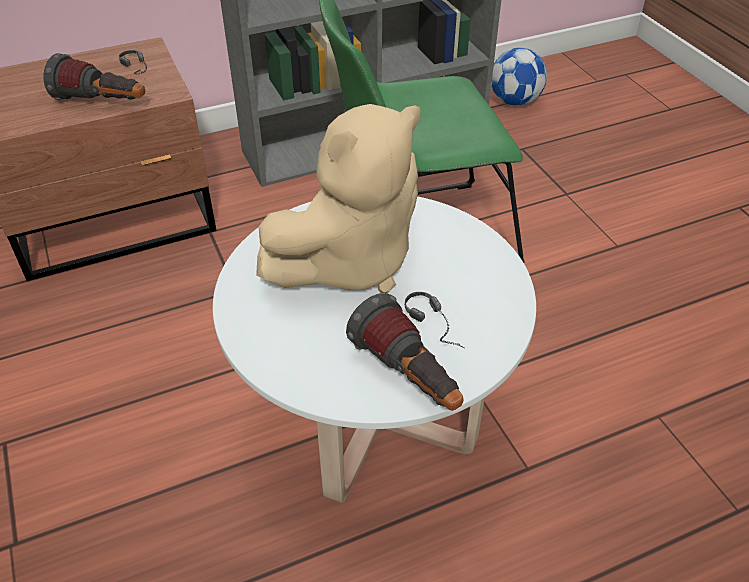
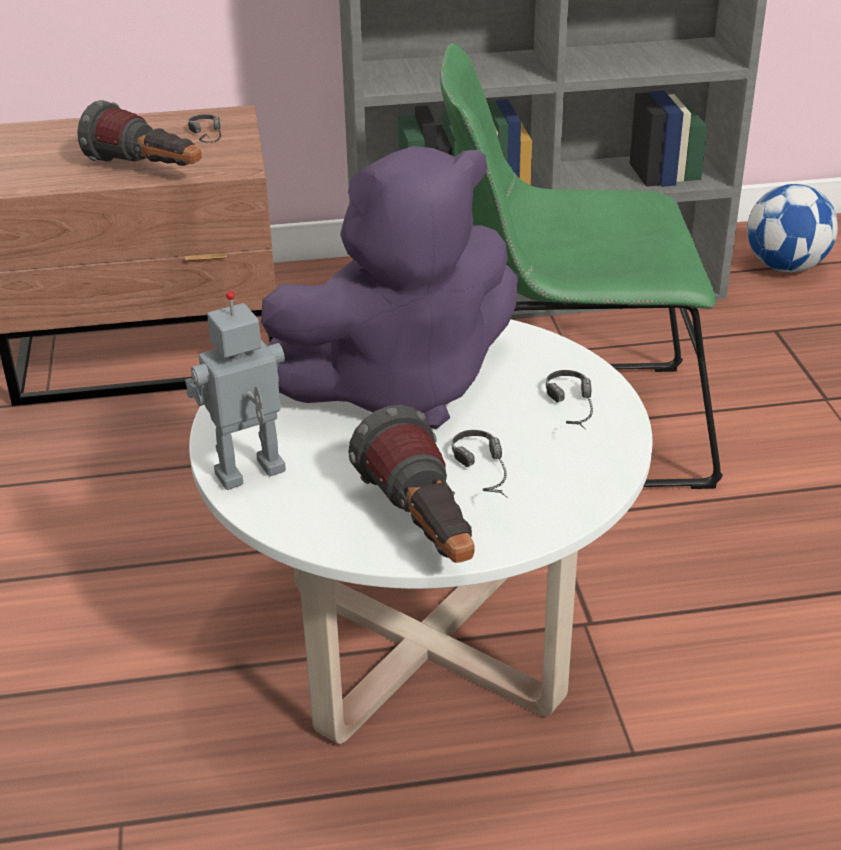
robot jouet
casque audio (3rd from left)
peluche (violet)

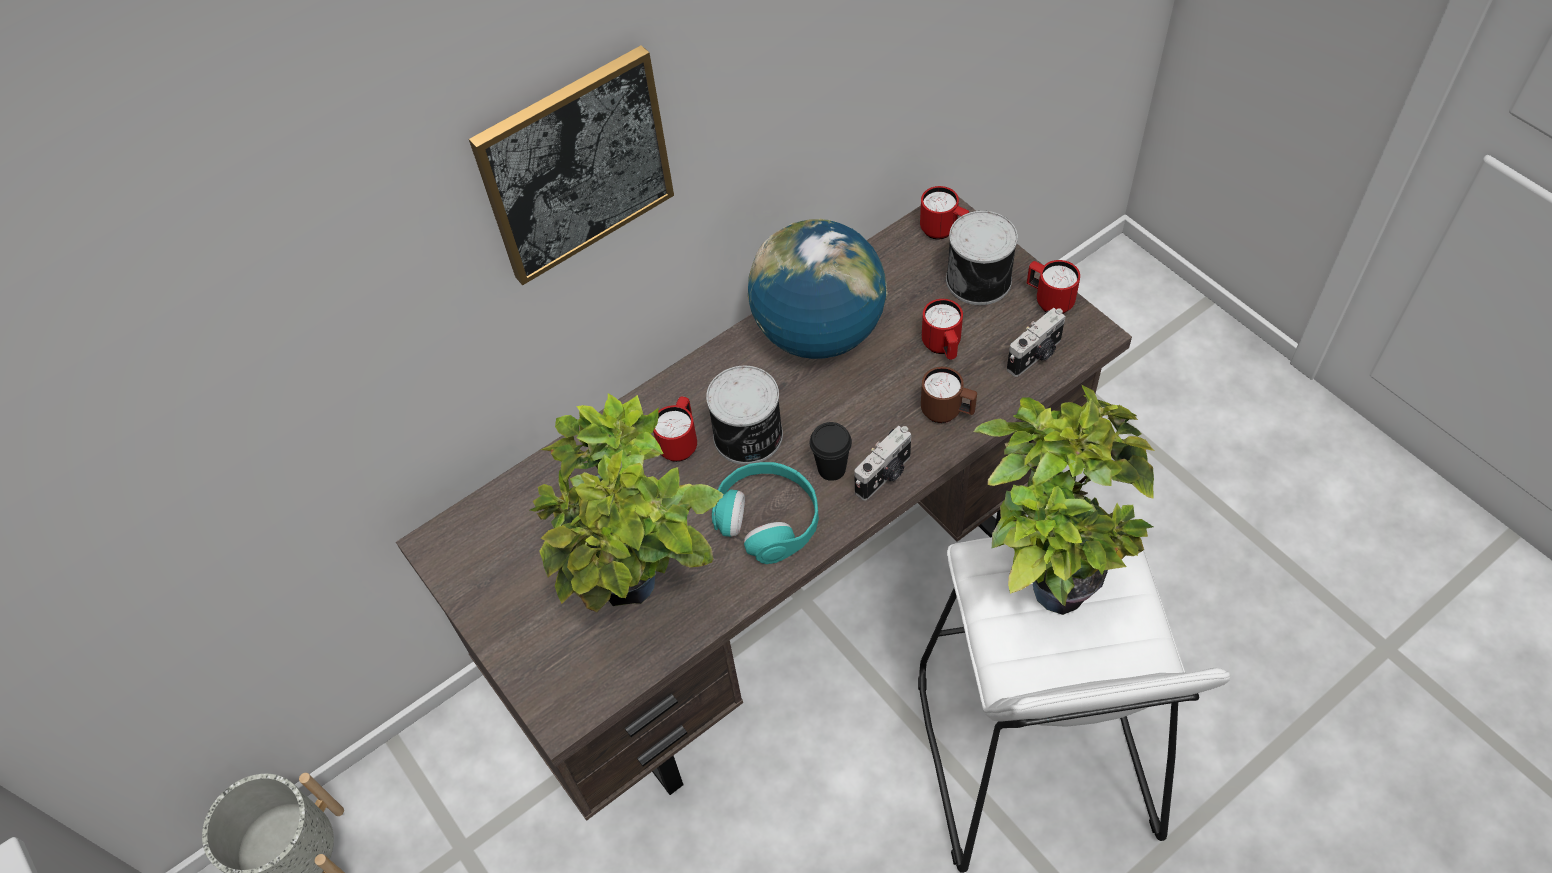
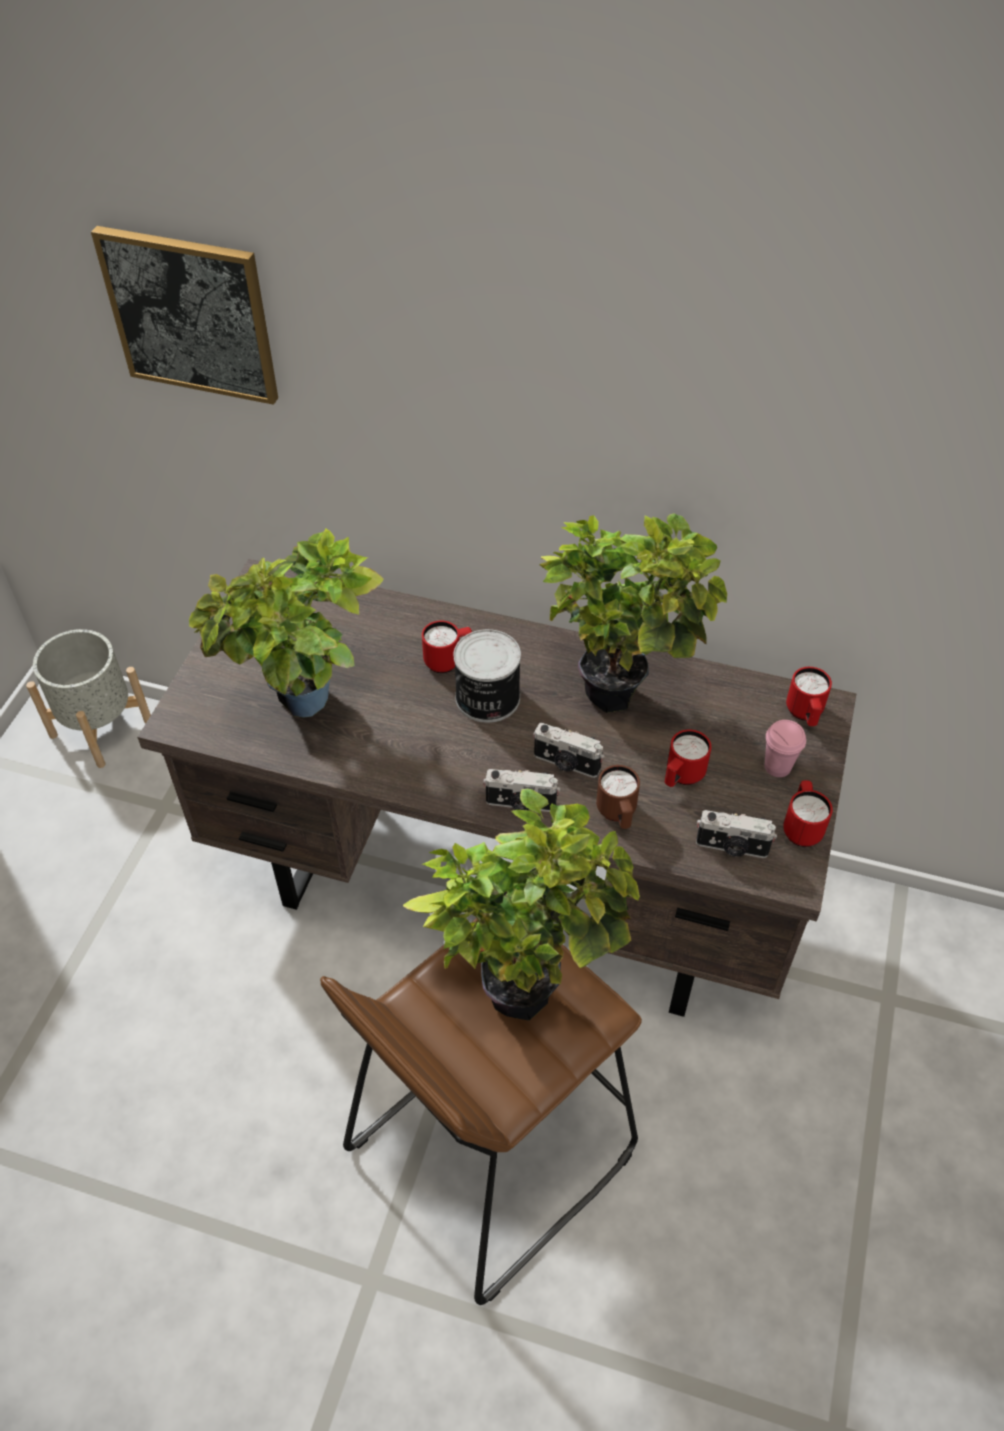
casque audio (turquoise)
tasse (noir)
appareil photo (2nd from left)
tableau
plante en pot (3rd from left)
tasse (rose)
tabouret (marron)

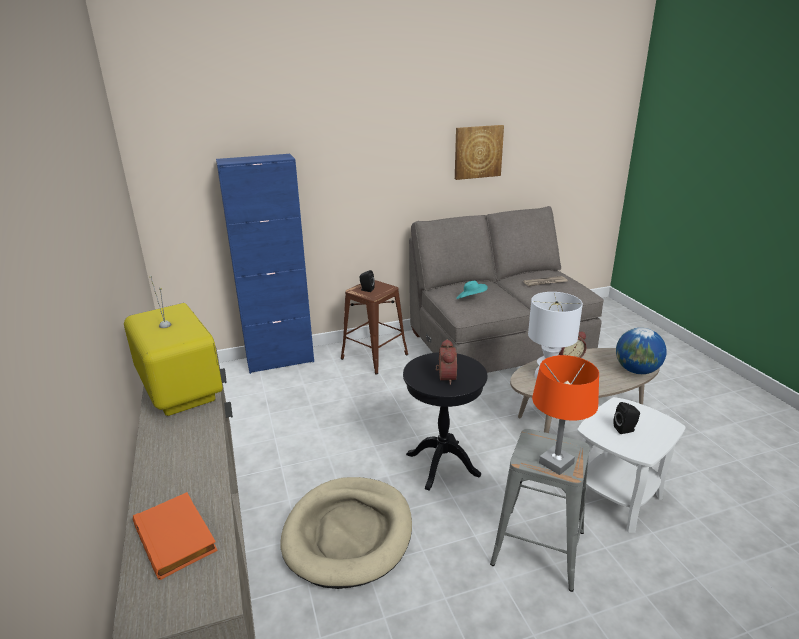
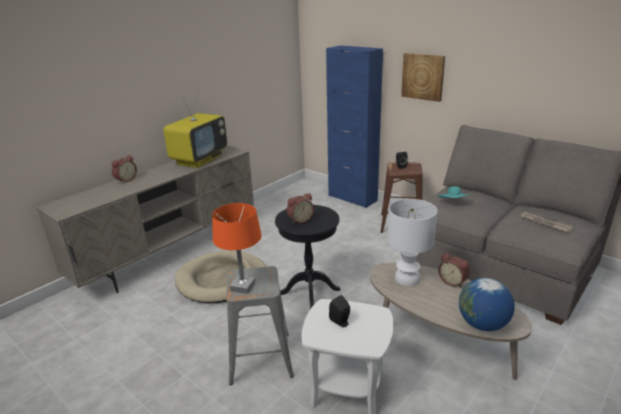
livre (orange)
réveil (1st from left)
tableau

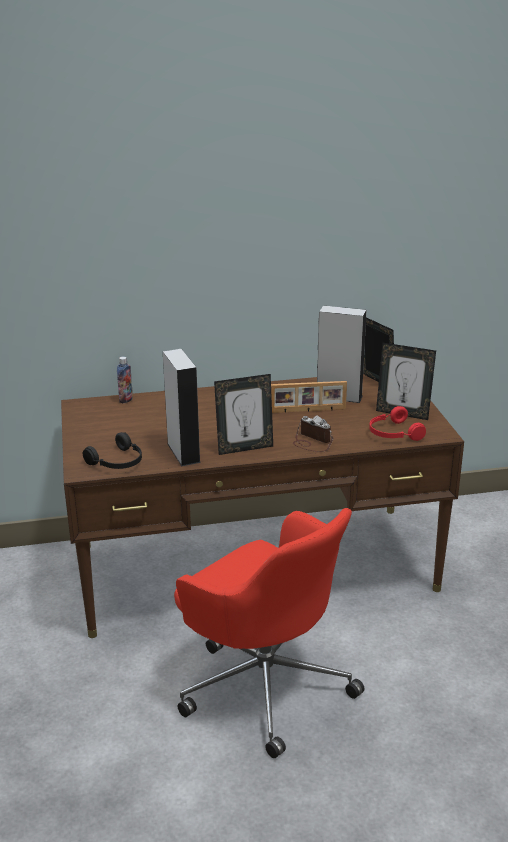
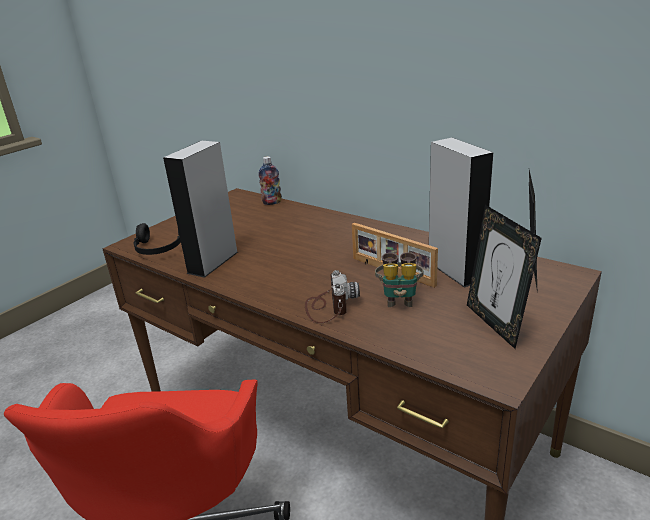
cadre photo (1st from left in the first image)
casque audio (rouge)
jumelles

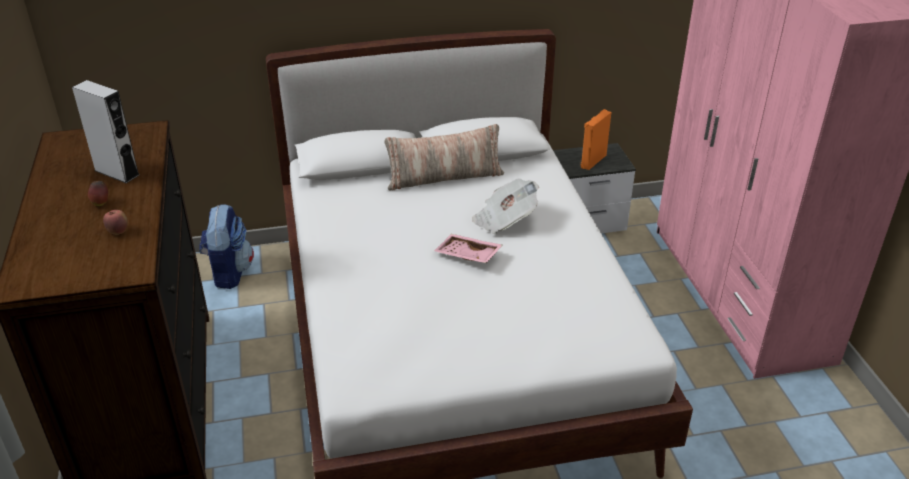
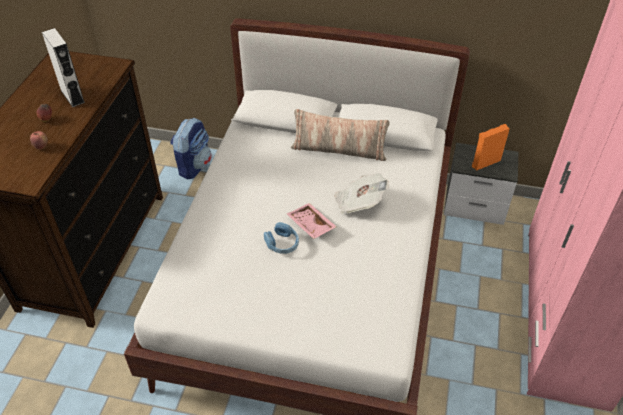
casque audio (bleu)

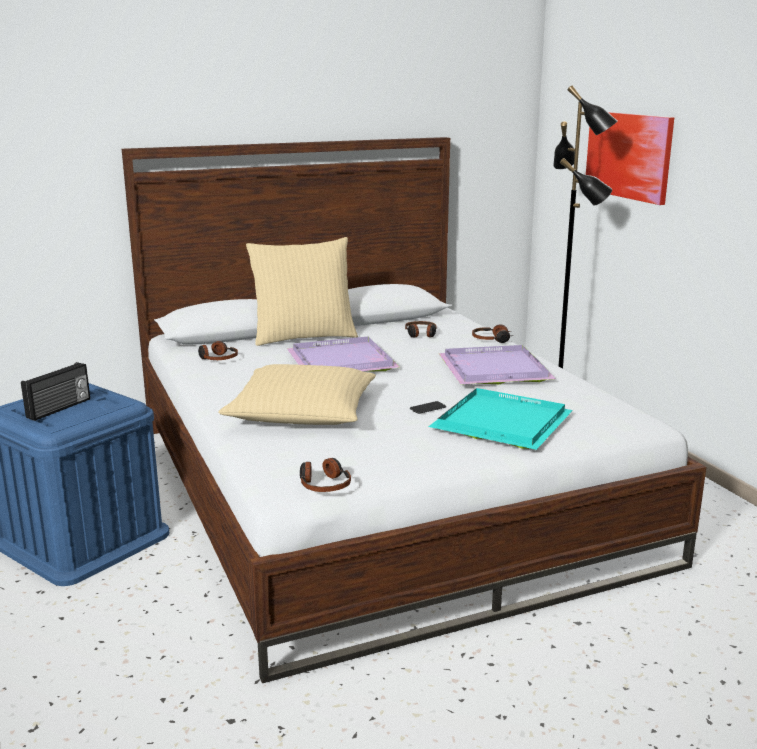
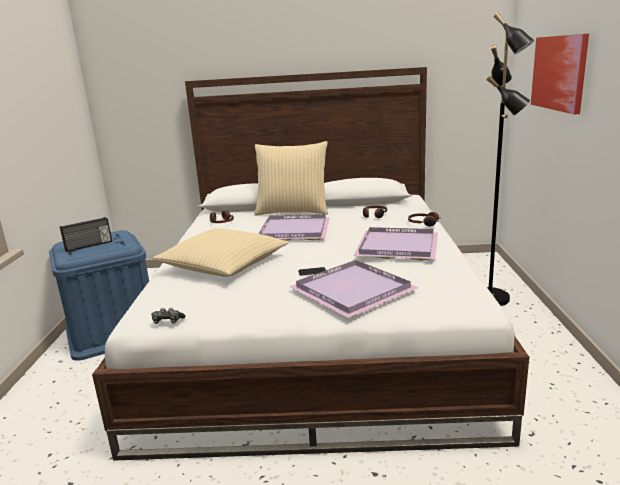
manette
plateau (violet) (2nd from left)

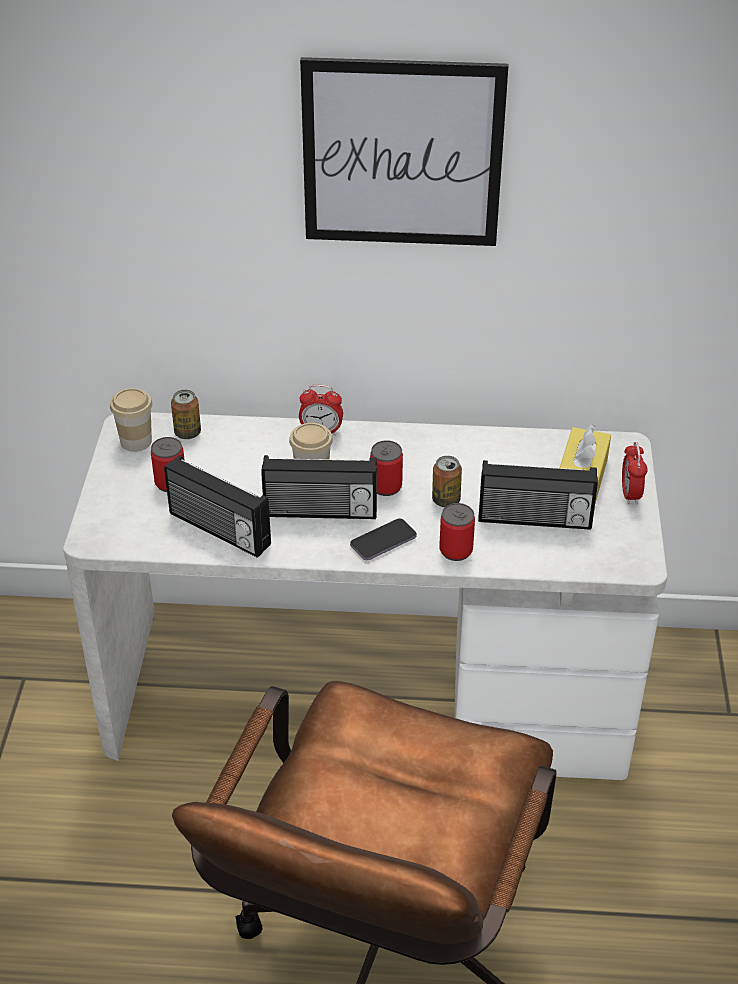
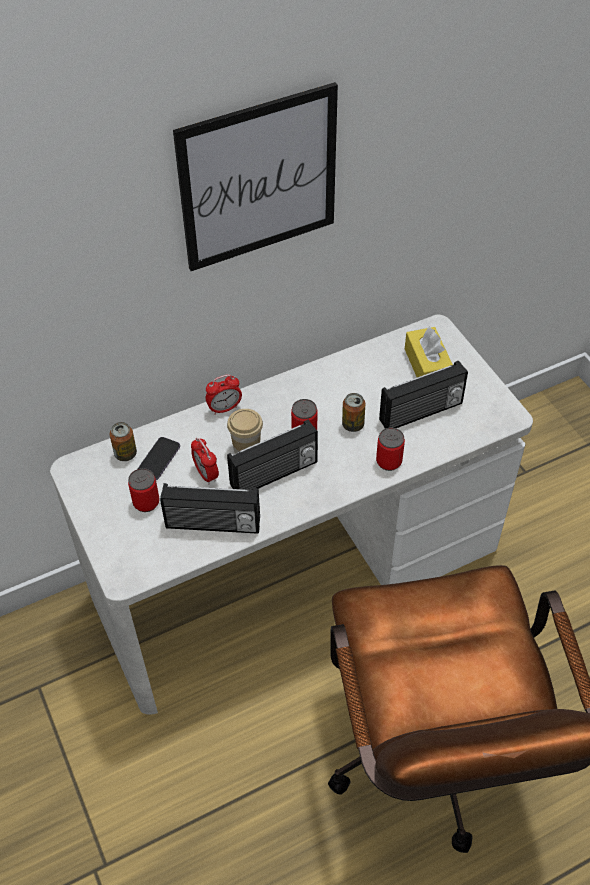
tasse (1st from left in the first image)
téléphone
réveil (1st from left)

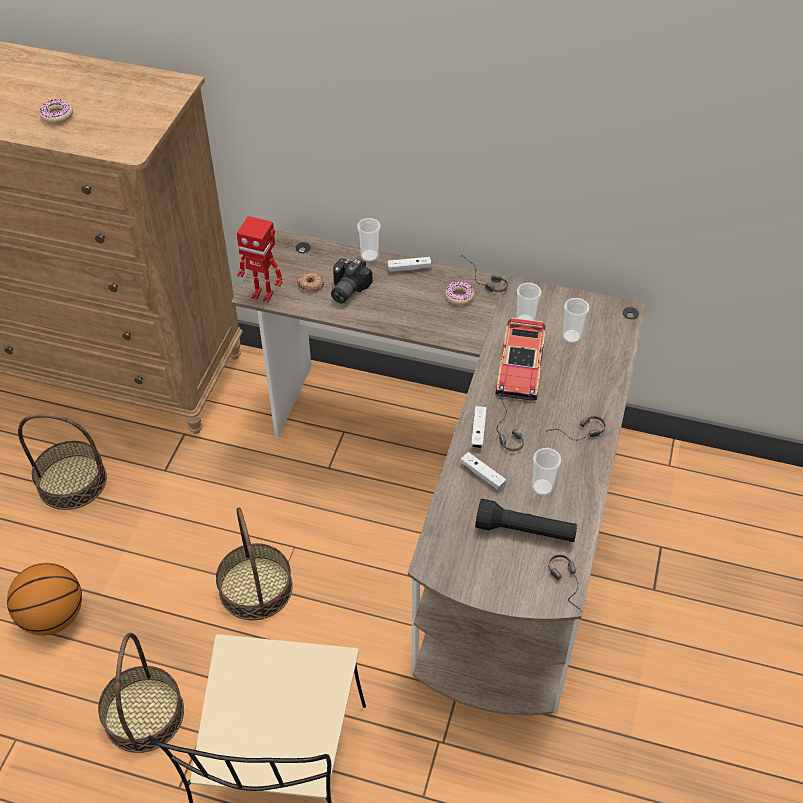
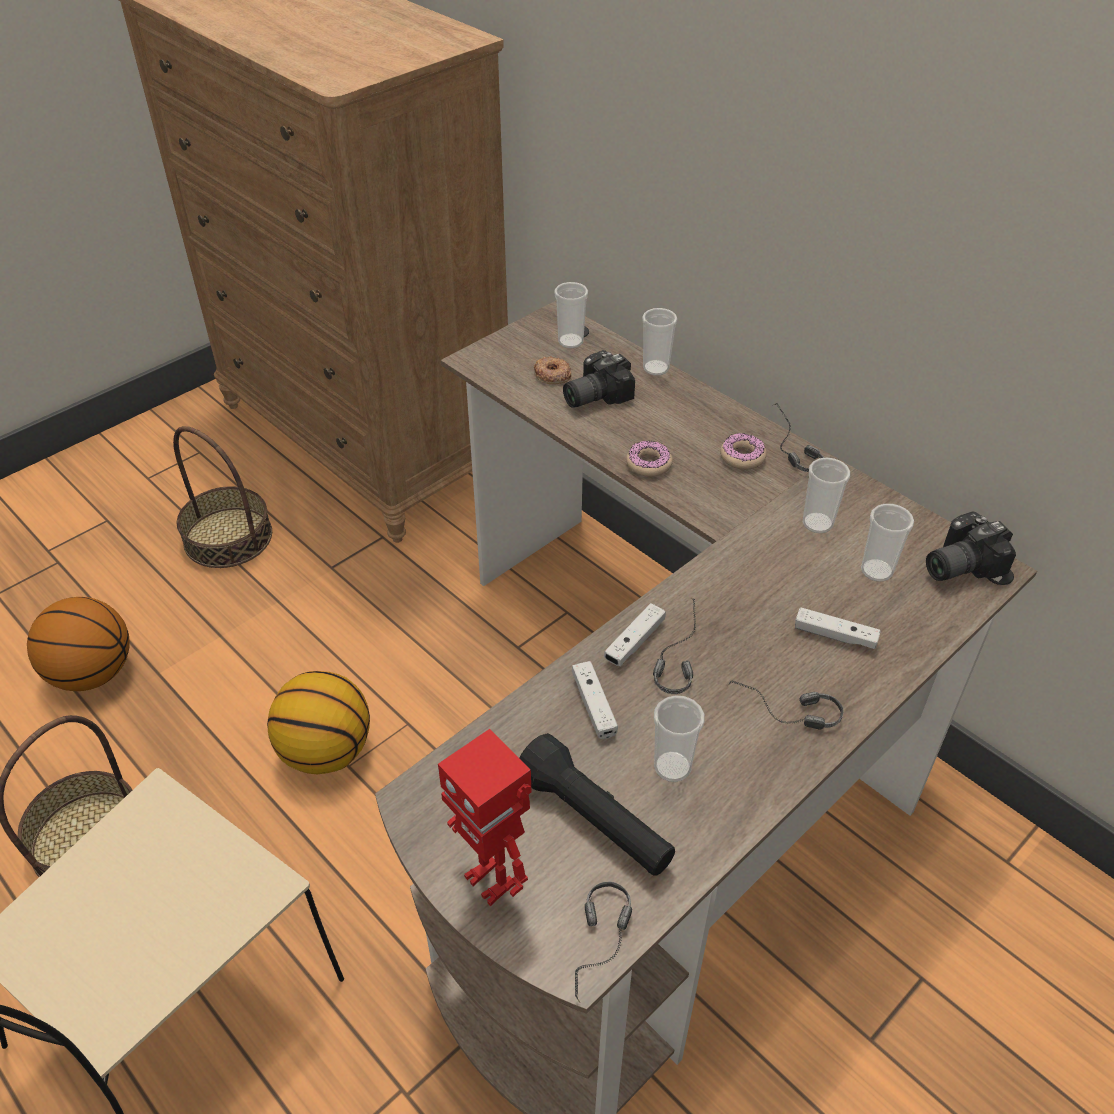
petite voiture
tasse (1st from left)
appareil photo (2nd from left)
beignet (2nd from left)
robot jouet
manette (blanc) (3rd from left)
ballon de basket (2nd from left)

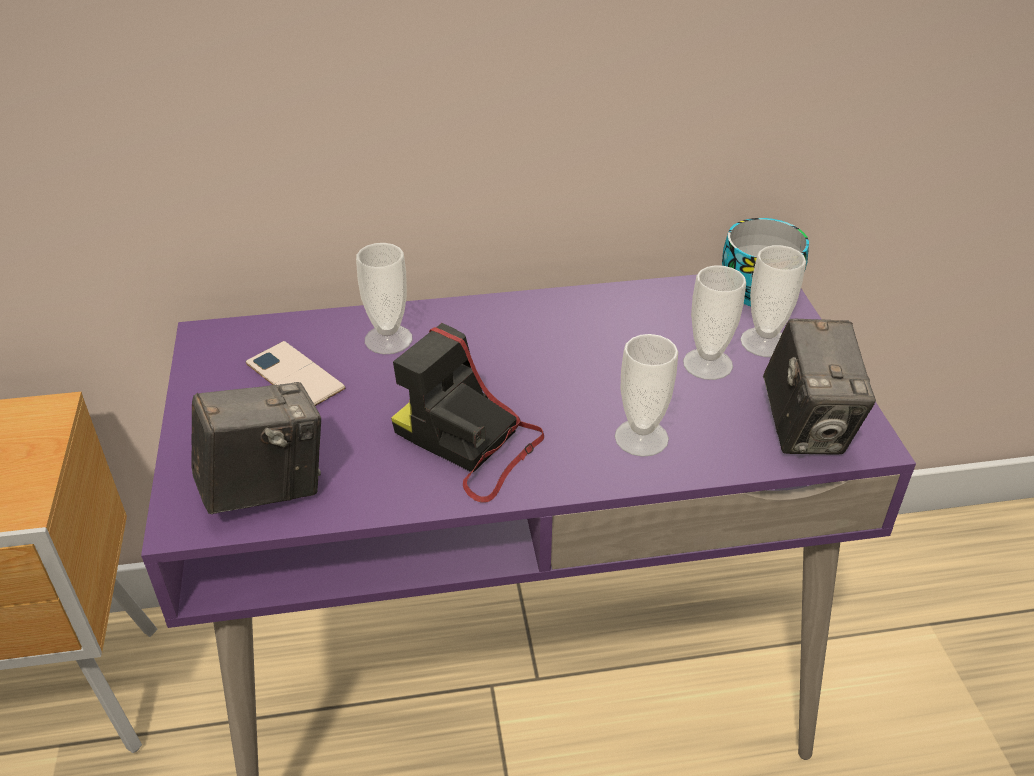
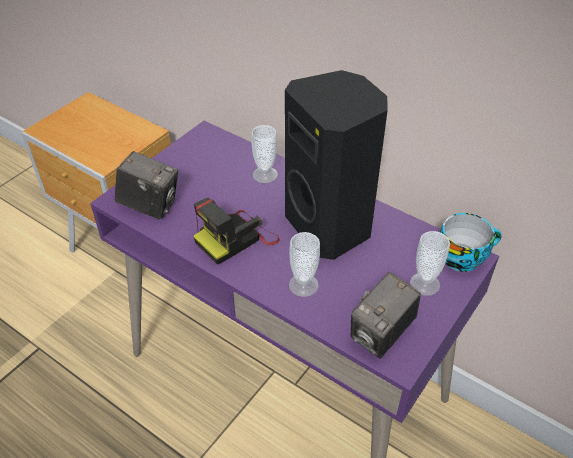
téléphone
tasse (3rd from left in the first image)
enceinte (noir)
appareil photo (2nd from left)

